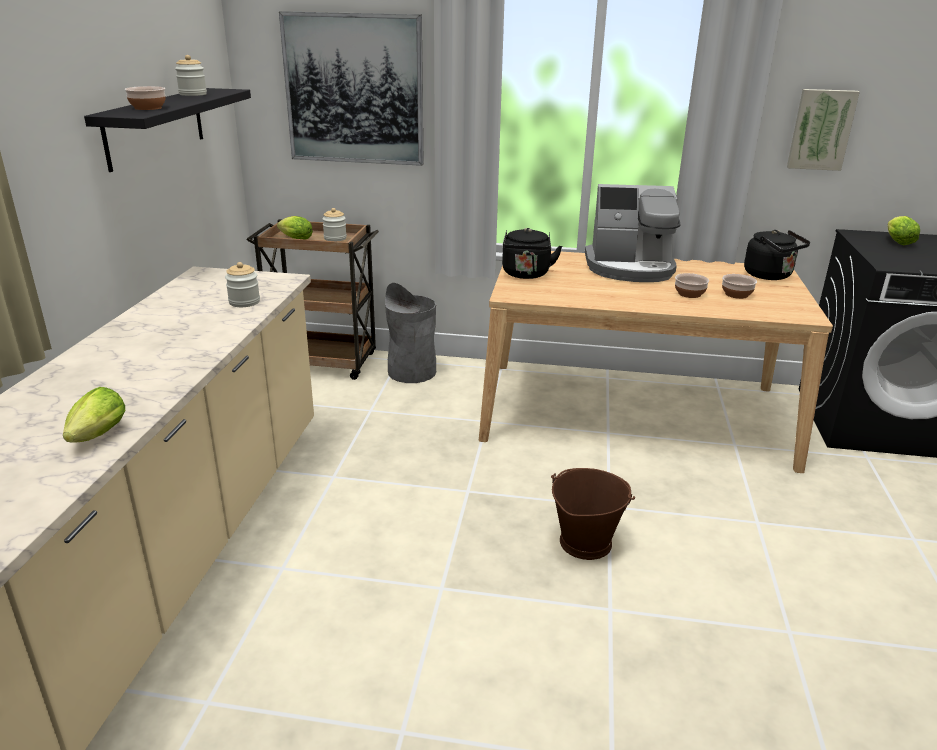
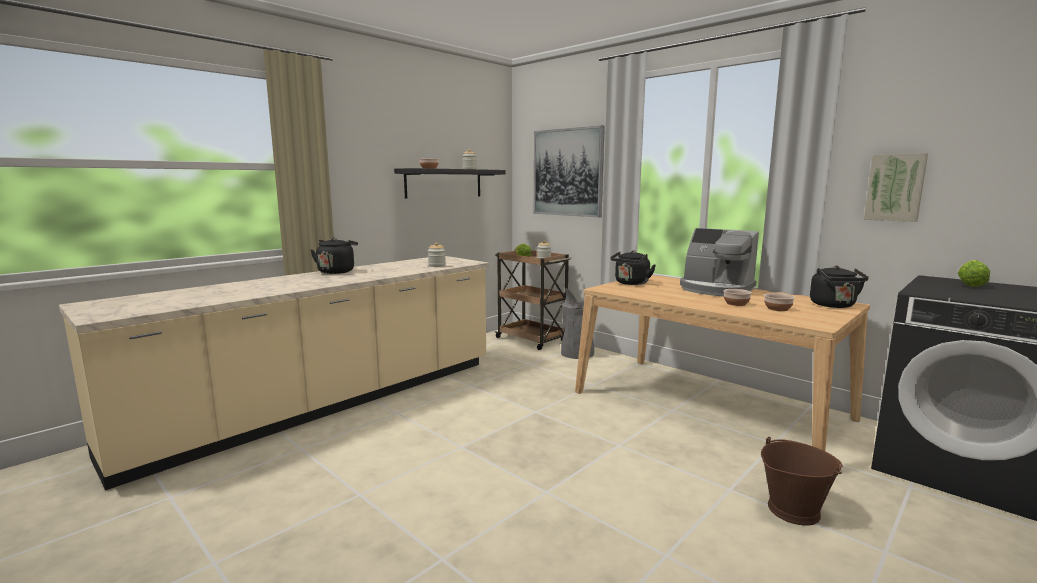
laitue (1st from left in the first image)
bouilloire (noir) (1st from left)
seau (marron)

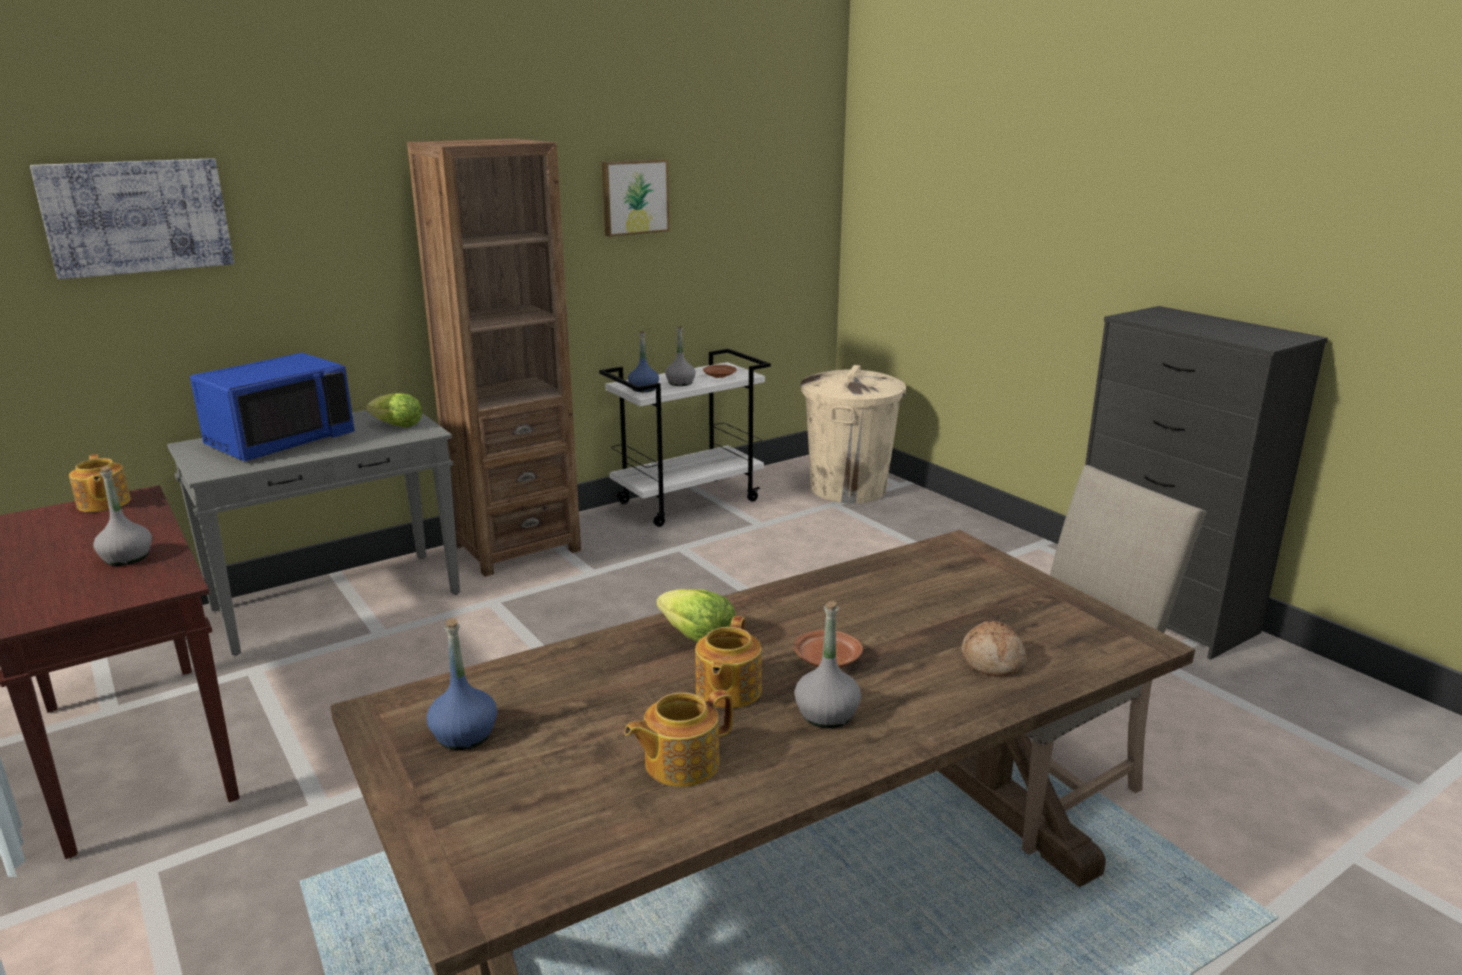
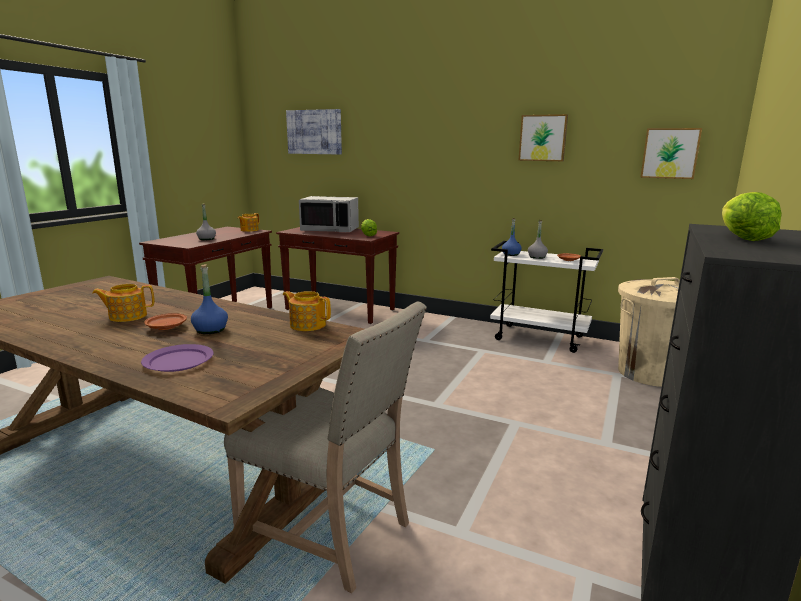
bibliothèque (marron)
bouteille (gris) (3rd from left in the first image)
tableau (3rd from left)
bouteille (bleu) (1st from left)
théière (3rd from left)
laitue (2nd from left)
assiette (violet)
table console (marron) (2nd from left)
micro-ondes (gris)

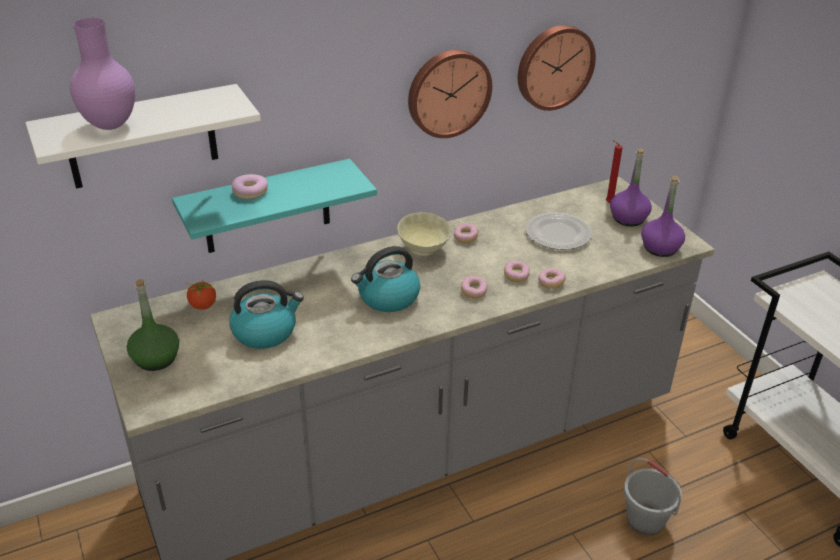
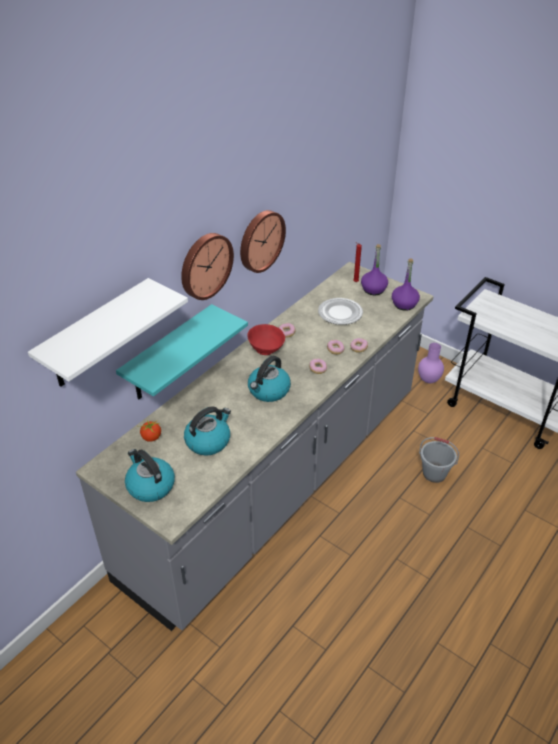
beignet (1st from left in the first image)
vase (violet)
horloge murale (1st from left)
bouilloire (1st from left)
bol (rouge)

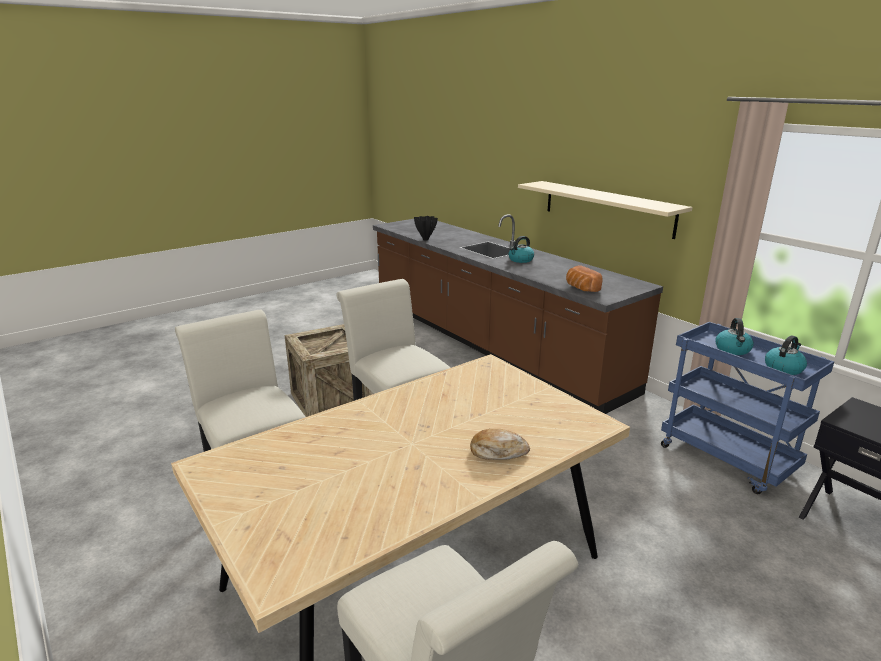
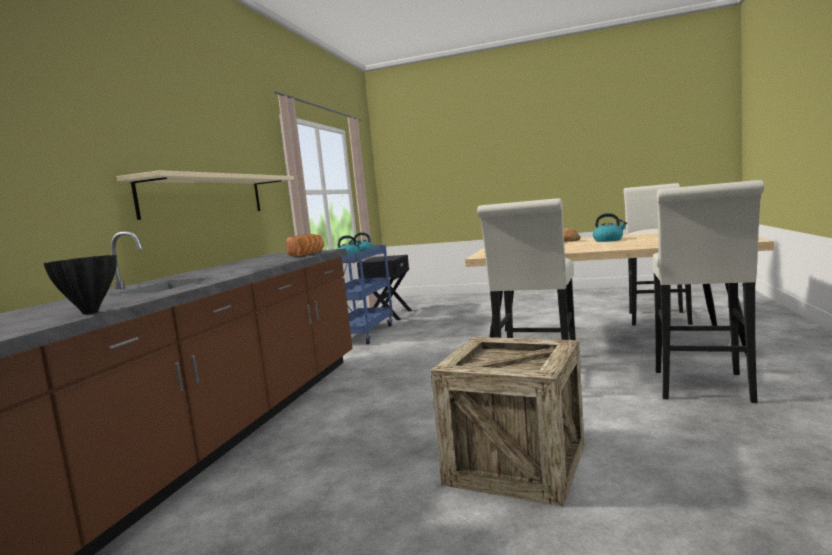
bouilloire (3rd from left)

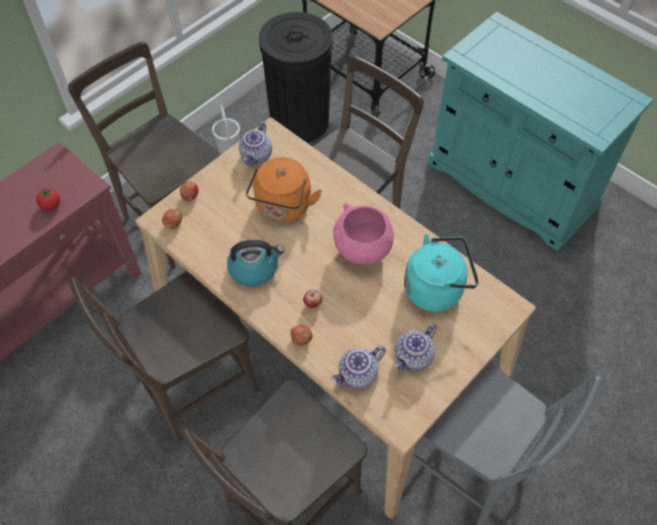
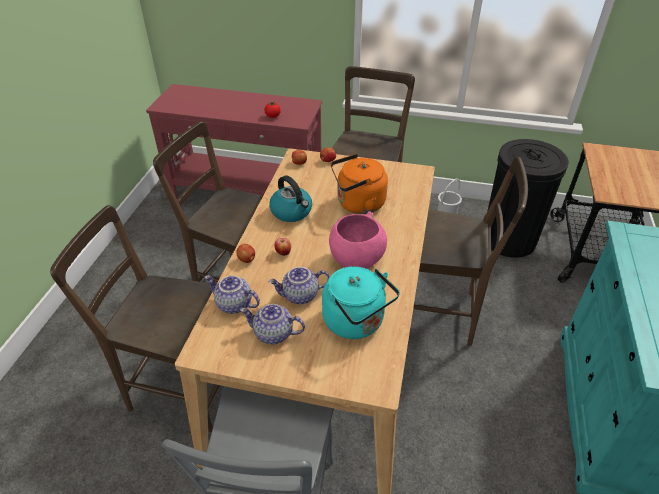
théière (3rd from left)

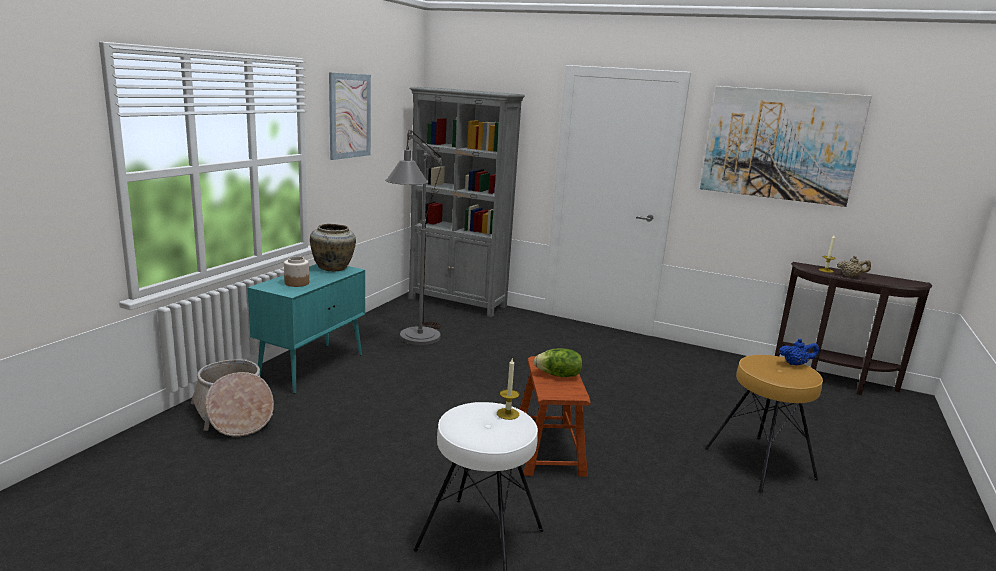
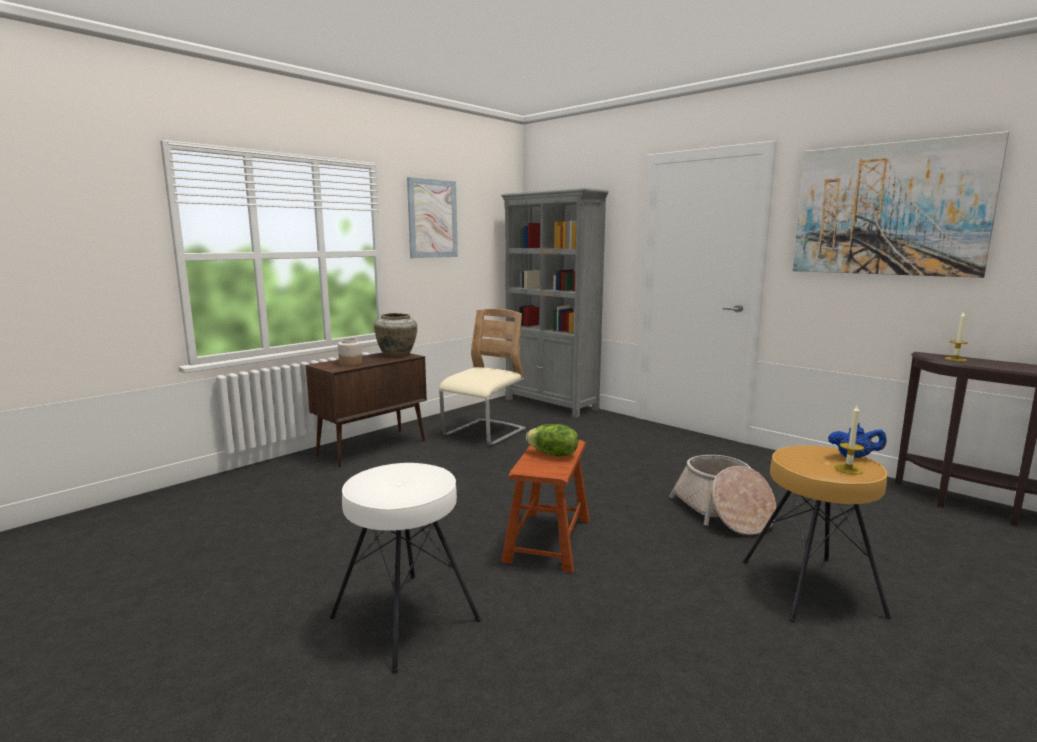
théière (beige)
panier
bougie (1st from left)
chaise (beige)
meuble de rangement (marron)

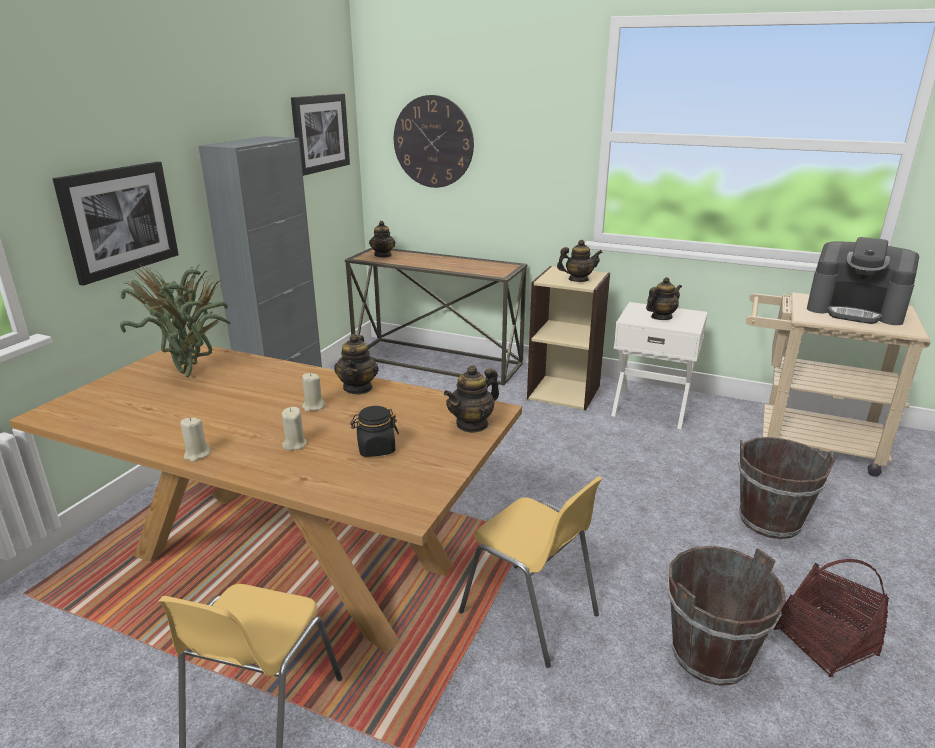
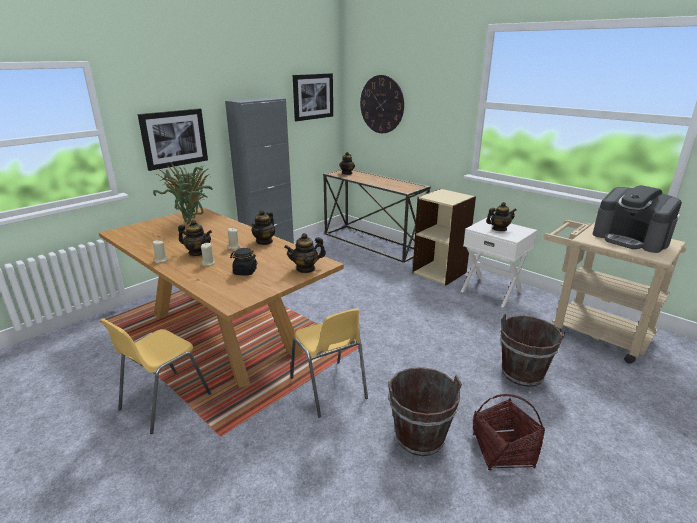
théière (1st from left)

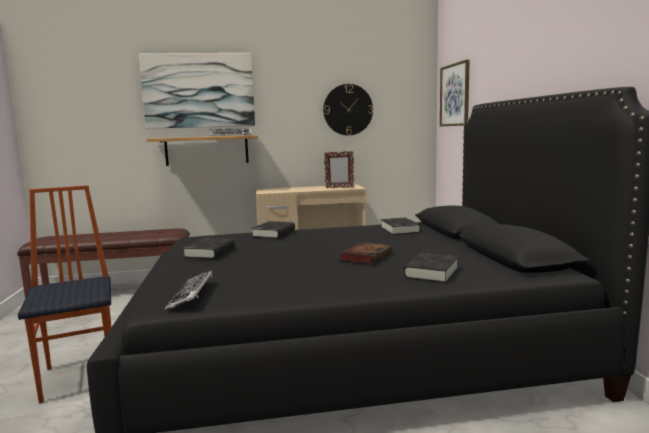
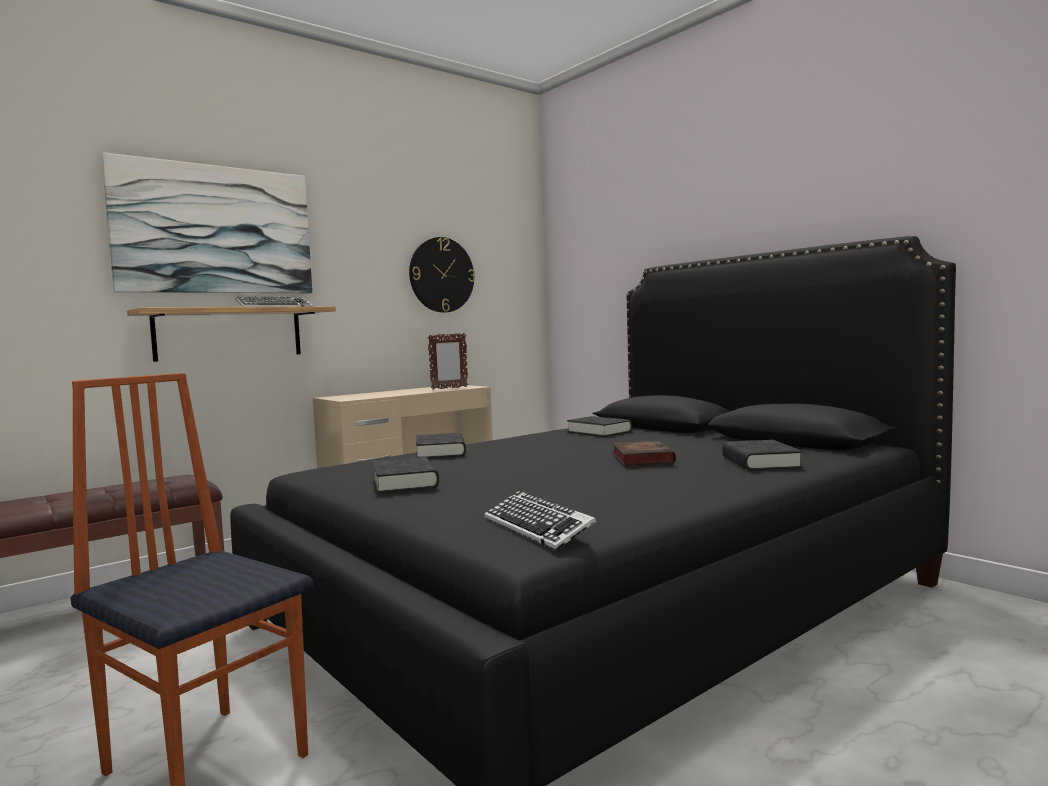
tableau (2nd from left in the first image)

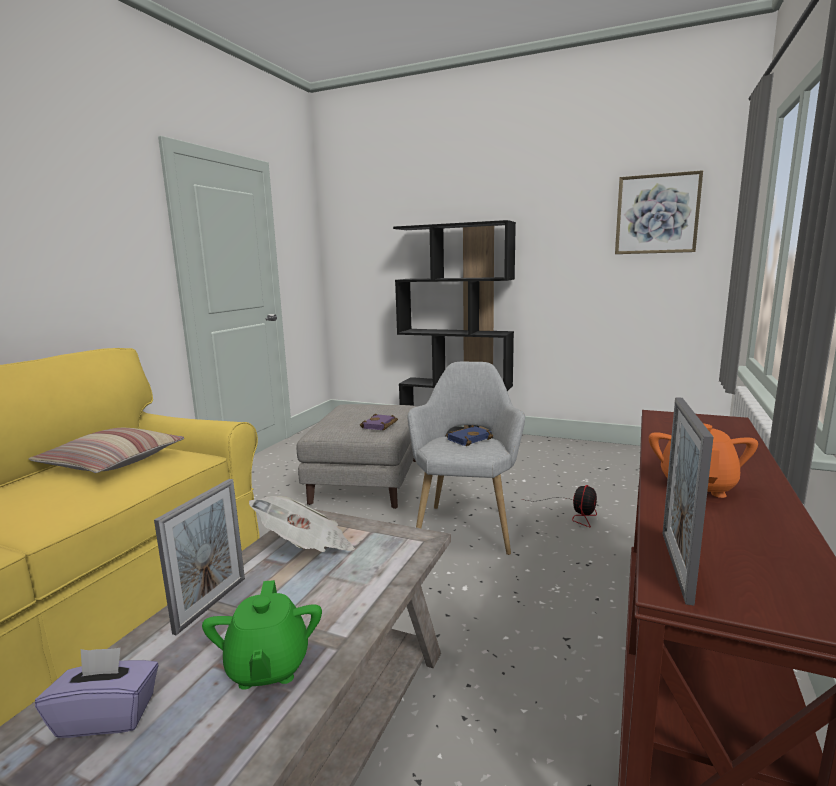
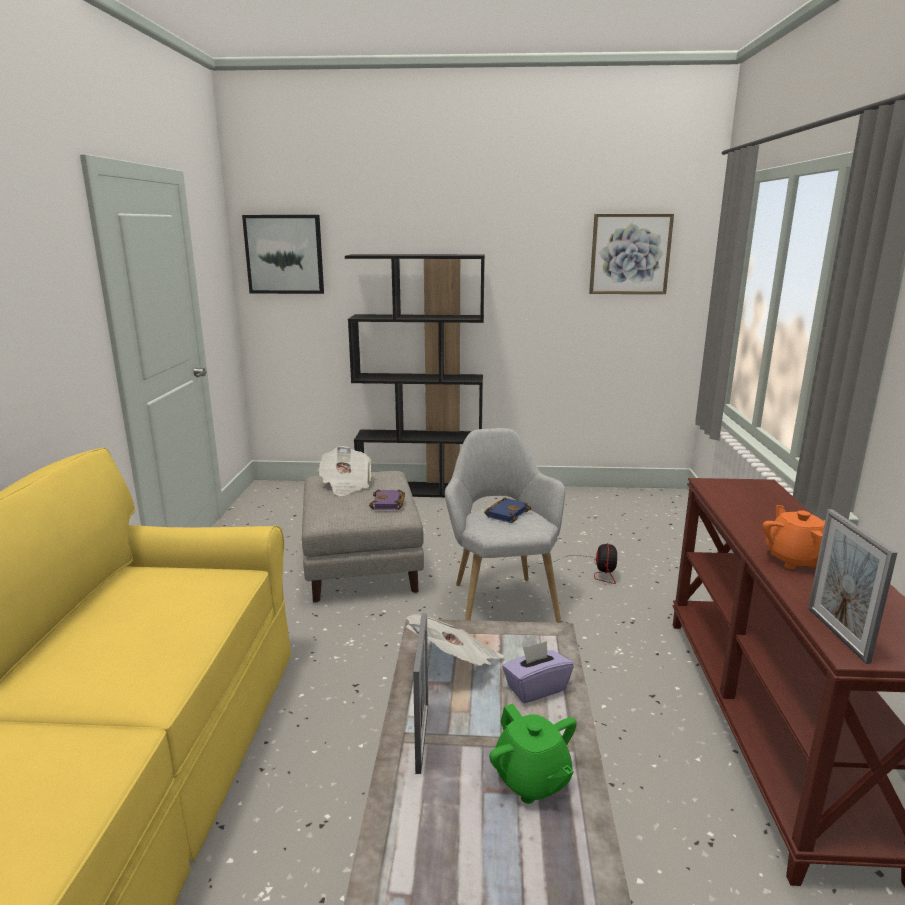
coussin
tableau (1st from left)
journal (1st from left)
boîte à mouchoirs (violet)

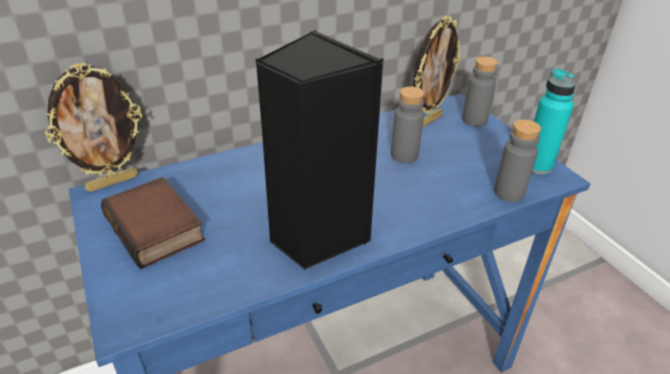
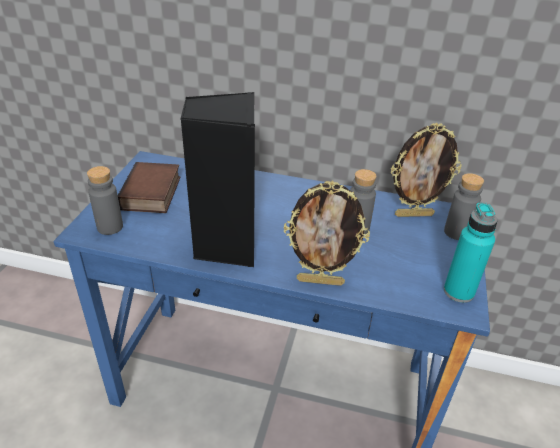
cadre photo (1st from left)
bouteille (gris) (1st from left)

